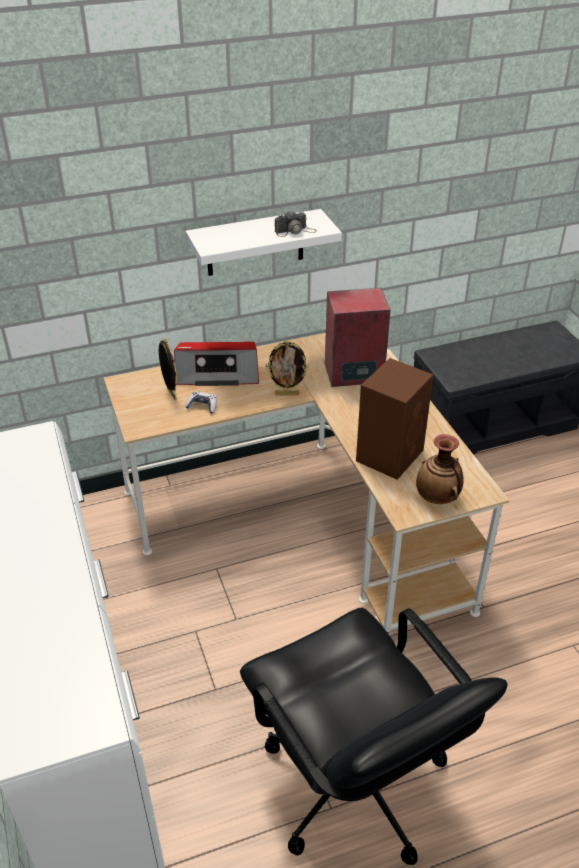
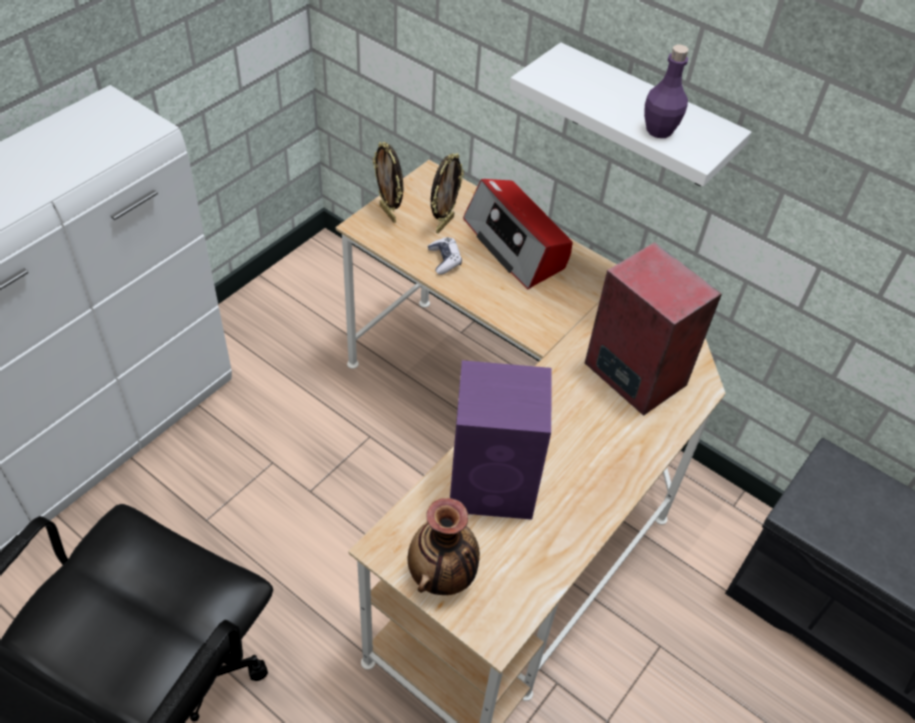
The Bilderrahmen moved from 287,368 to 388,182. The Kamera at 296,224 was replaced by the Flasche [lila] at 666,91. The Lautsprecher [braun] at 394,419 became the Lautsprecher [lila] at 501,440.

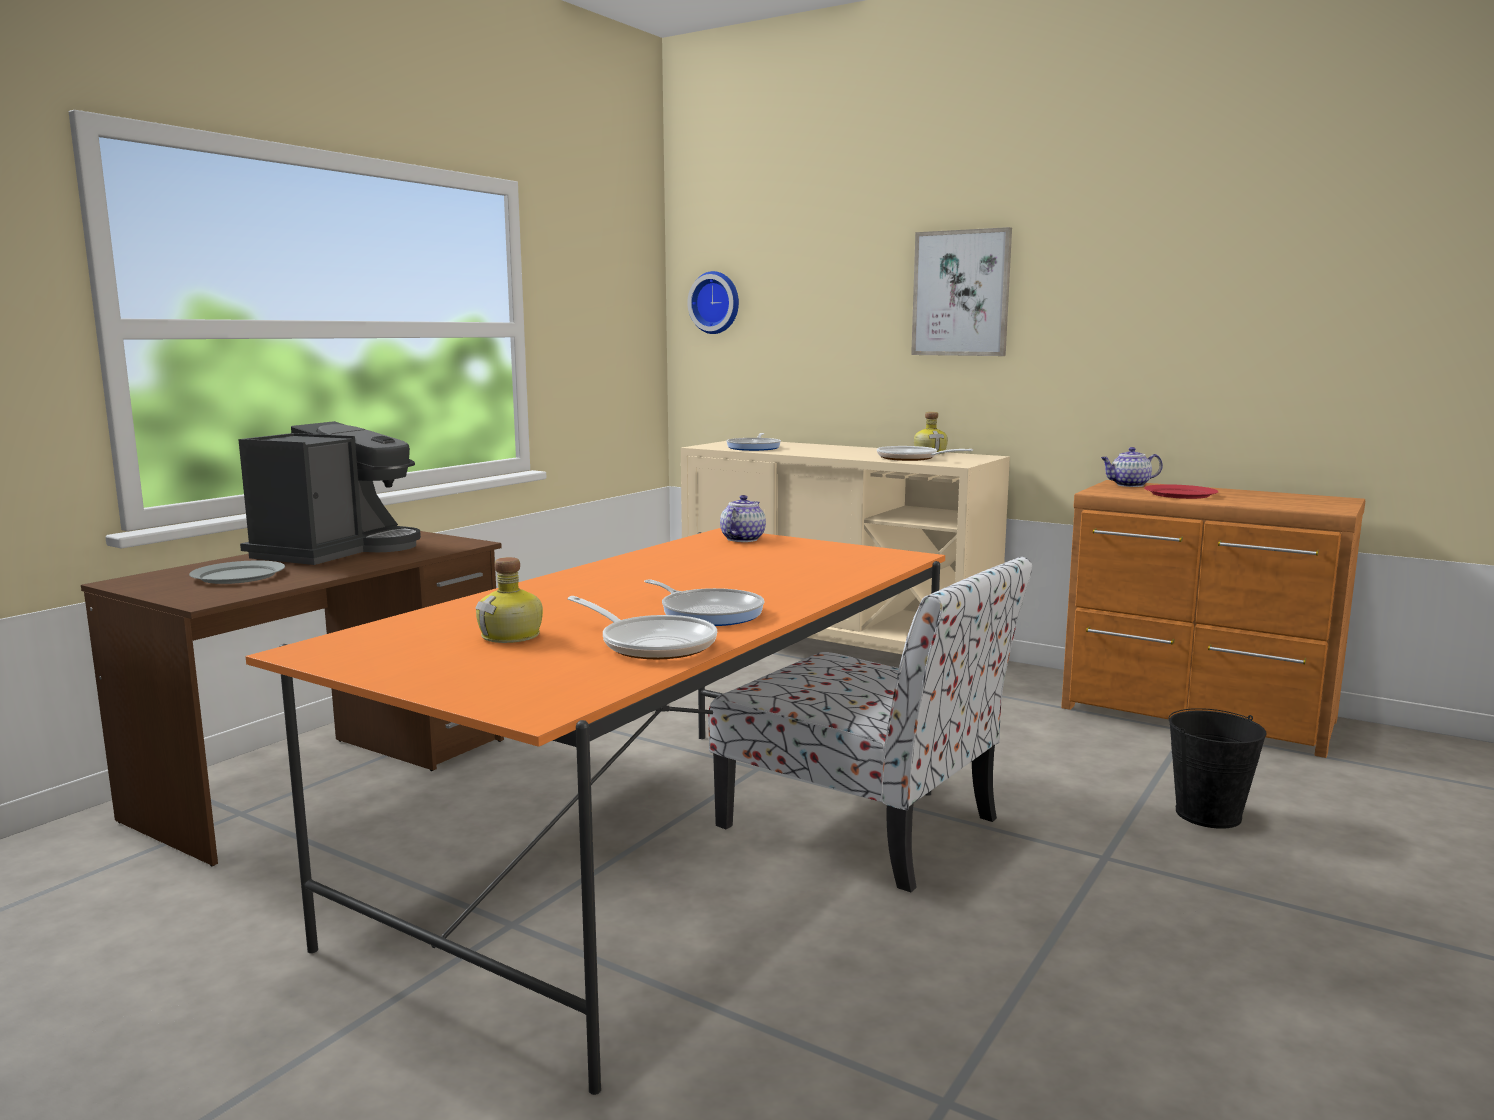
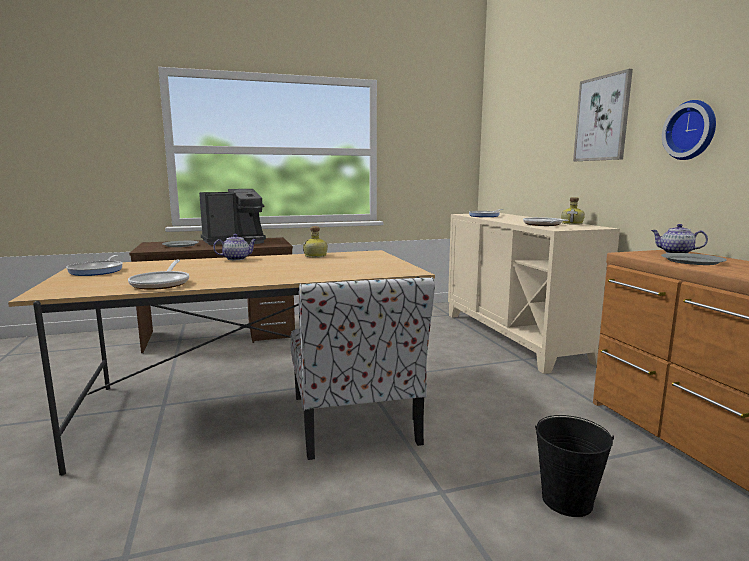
The Flasche moved from 509,600 to 315,241. The Pfanne moved from 704,602 to 94,265. The Wanduhr moved from 713,302 to 689,130. The Teekanne moved from 743,518 to 235,247. The Esstisch [orange] at 595,811 became the Esstisch [beige] at 221,363. The Teller [rot] at 1181,491 became the Teller [grau] at 694,259.

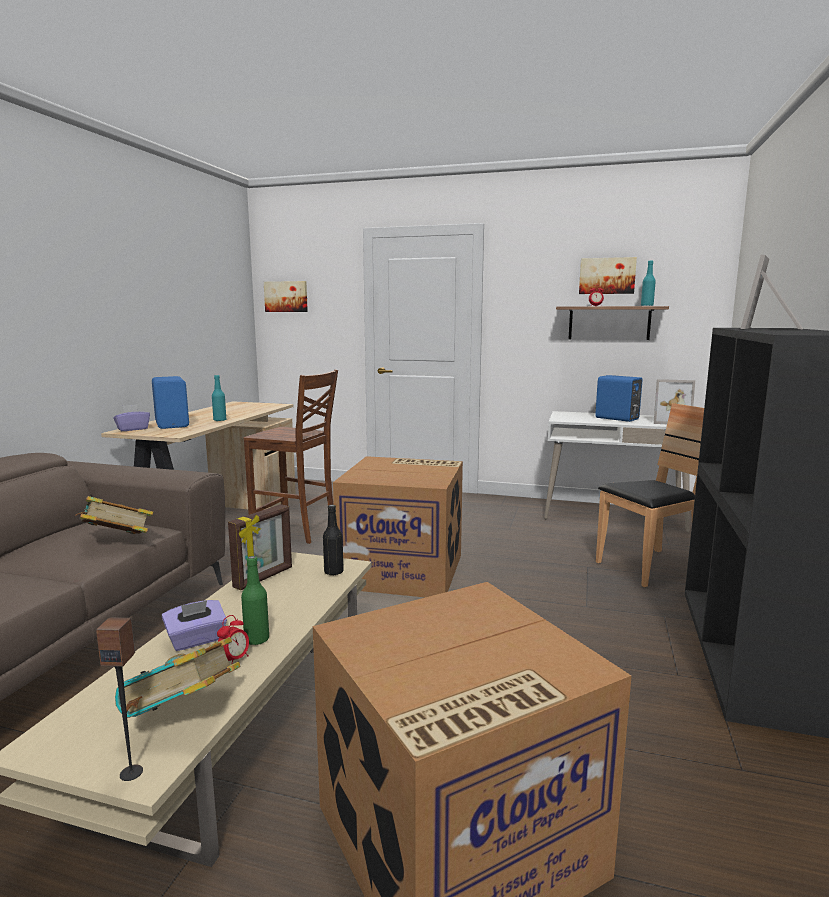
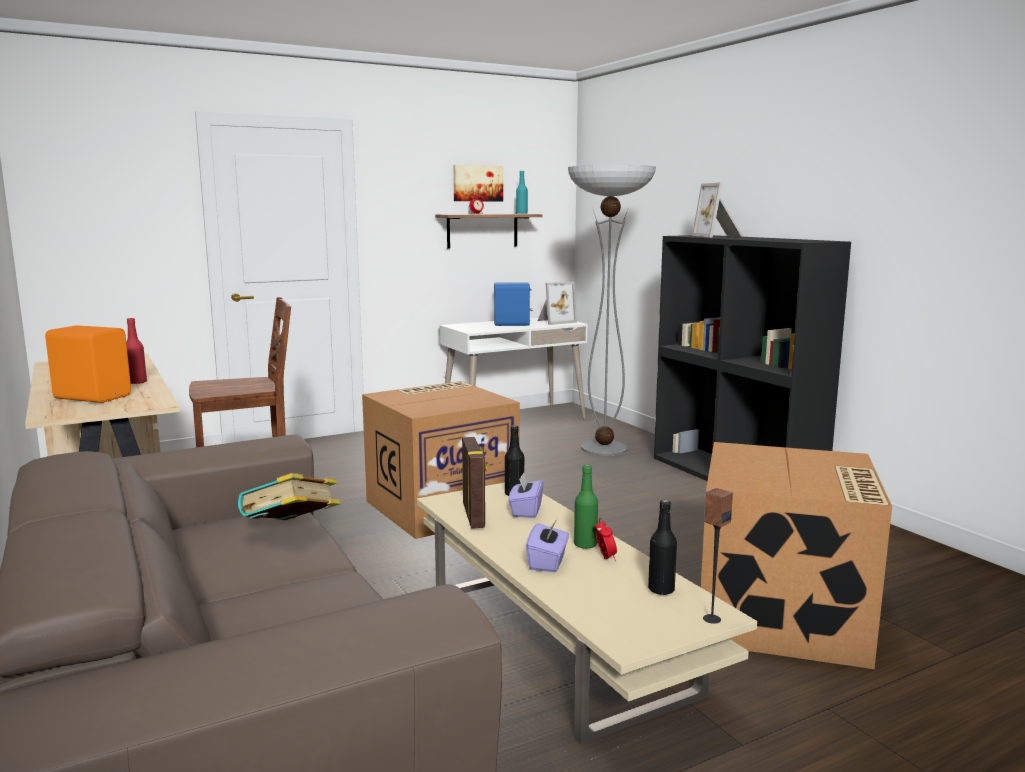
The Bild at 286,296 disappeared. The Taschentuchbox [lila] moved from 131,417 to 526,495. The Buch at 177,677 was replaced by the Flasche [schwarz] at 662,547. The Stuhl [braun] at 650,495 was replaced by the Stehlampe at 612,310. The Lautsprecher [blau] at 170,402 became the Lautsprecher [orange] at 88,364. The Flasche [türkis] at 219,398 became the Flasche [rot] at 136,351.

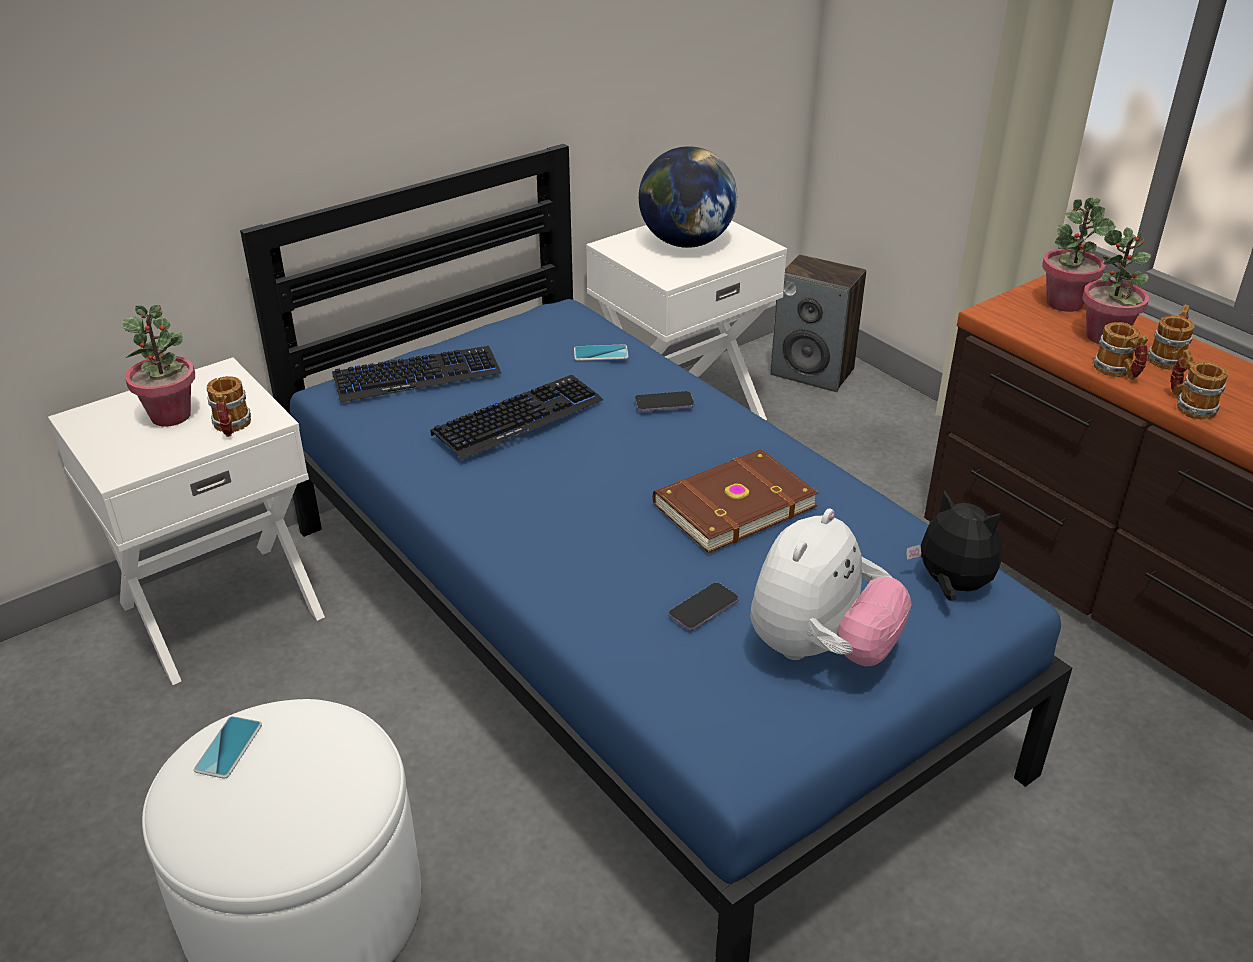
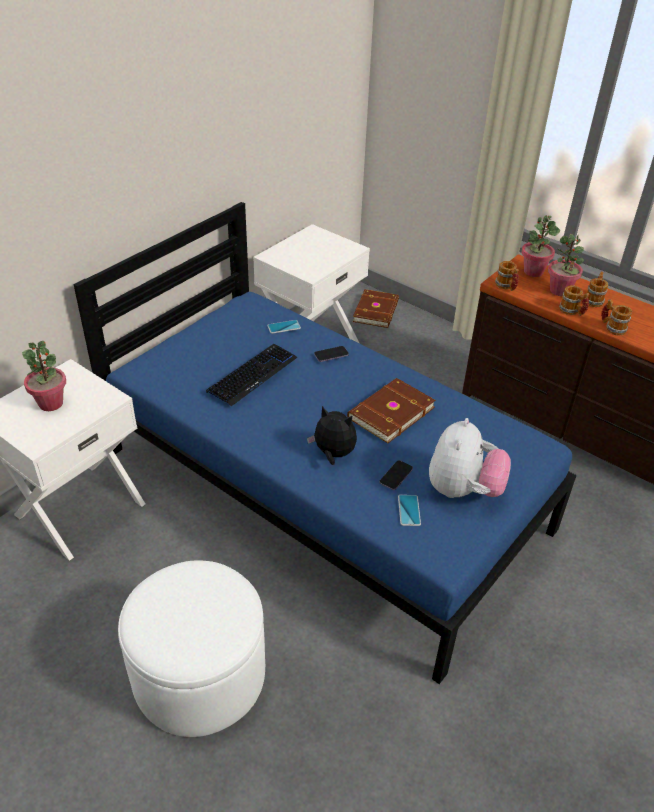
The Tastatur at 417,374 disappeared. The Globus at 688,197 disappeared. The Handy moved from 228,747 to 409,510. The Henkelbecher moved from 229,406 to 507,276. The Plüschtier moved from 954,545 to 332,435. The Lautsprecher at 818,323 was replaced by the Buch [braun] at 376,308.

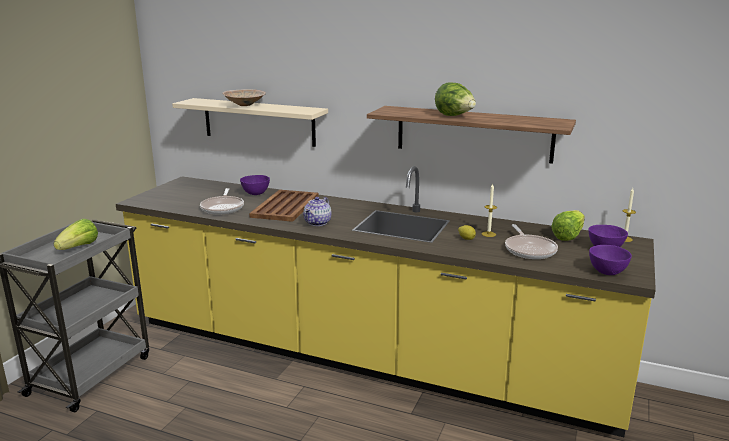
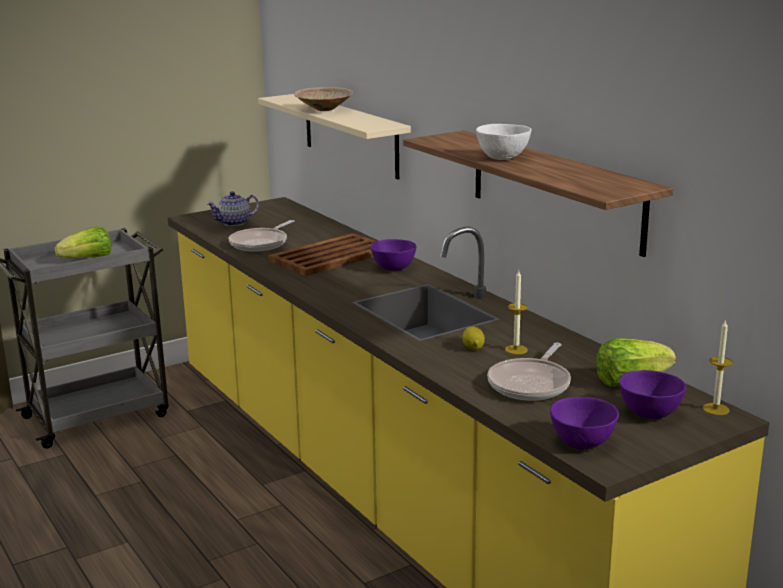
The Schüssel [lila] moved from 255,185 to 394,255. The Teekanne moved from 317,211 to 233,208. The Salatkopf at 455,99 was replaced by the Schüssel [weiß] at 503,142.

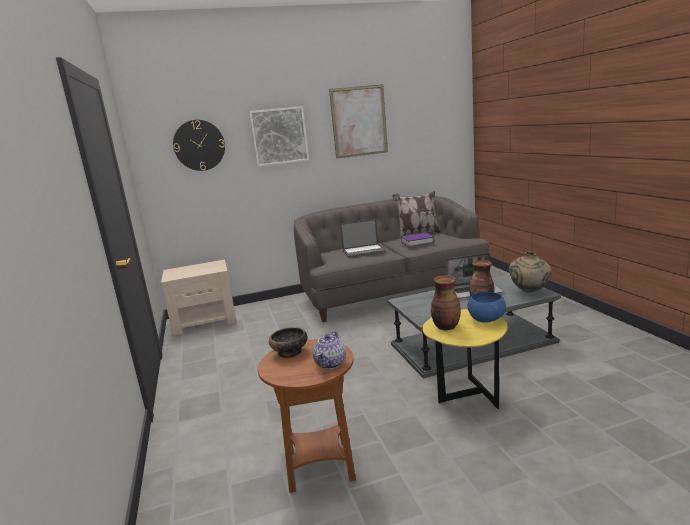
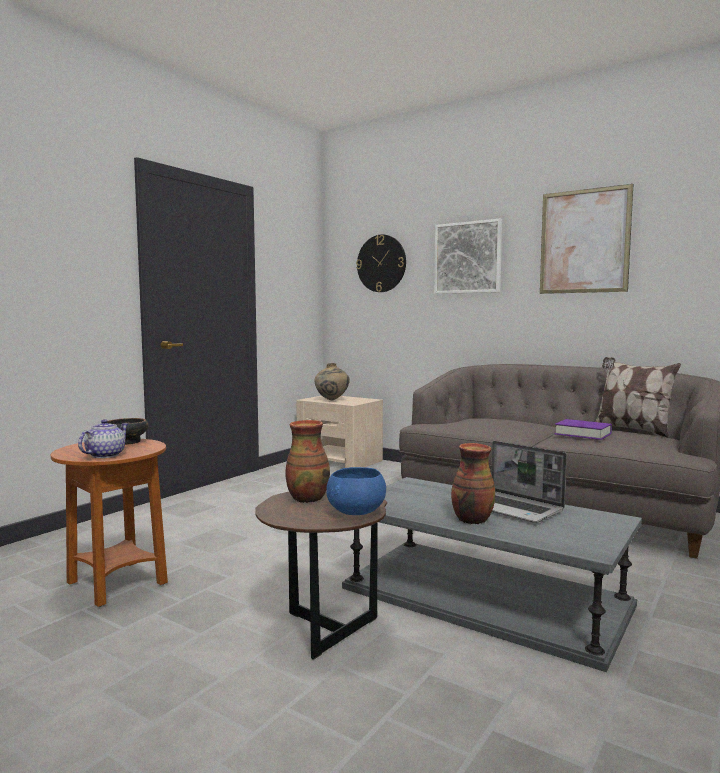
The Laptop at 363,238 disappeared. The Vase [beige] moved from 530,272 to 332,382. The Beistelltisch [gelb] at 465,359 became the Beistelltisch [braun] at 321,575. The Teekanne at 329,350 turned 135 degrees clockwise.

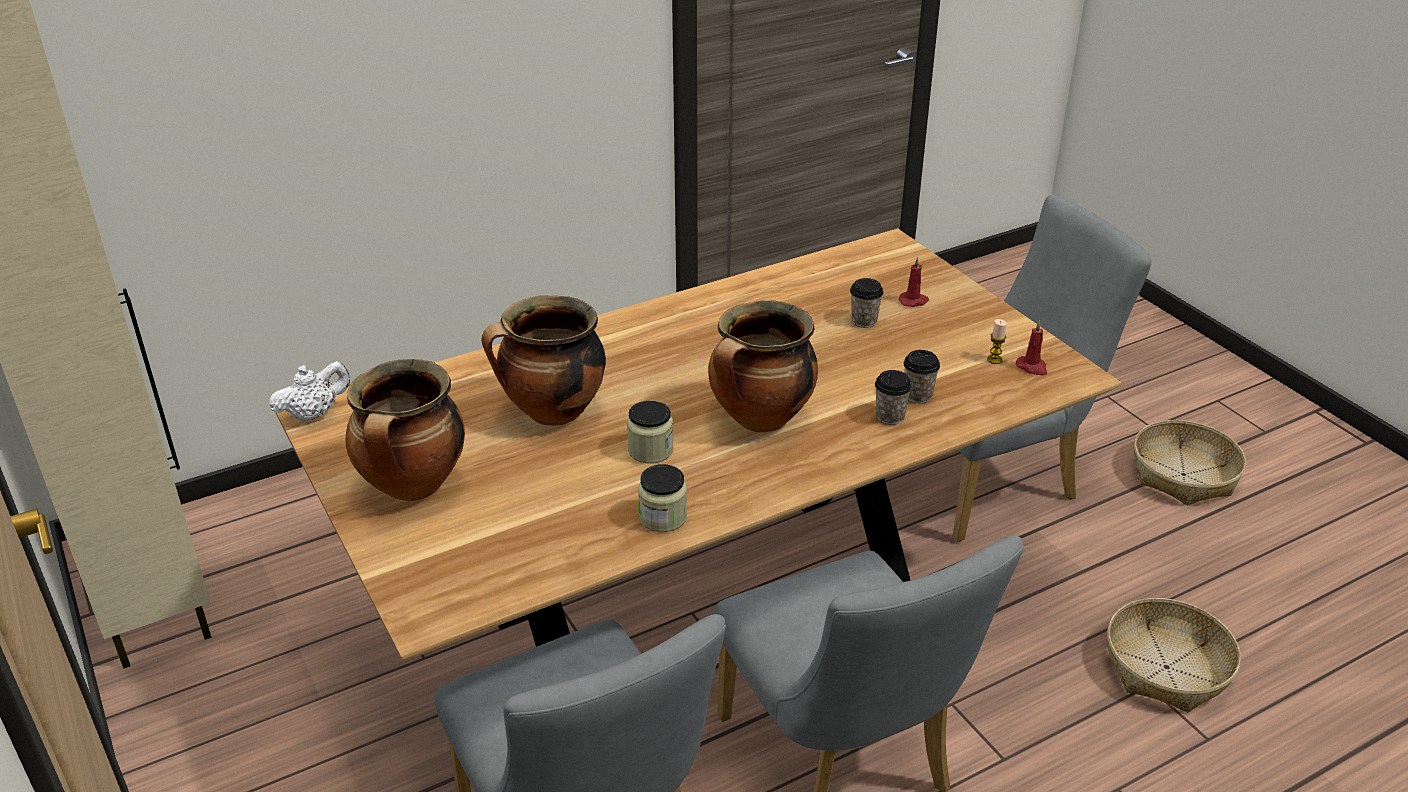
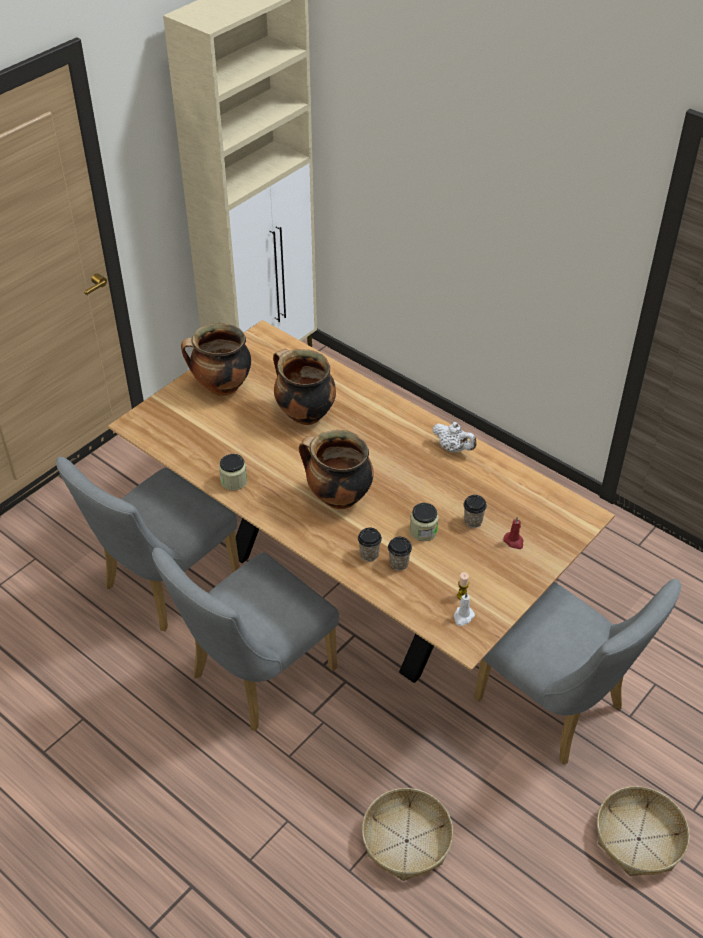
The Teekanne [weiß] moved from 309,391 to 454,437. The Vorratsglas moved from 650,432 to 424,522. The Kerze [rot] at 1031,347 became the Kerze [weiß] at 464,609.

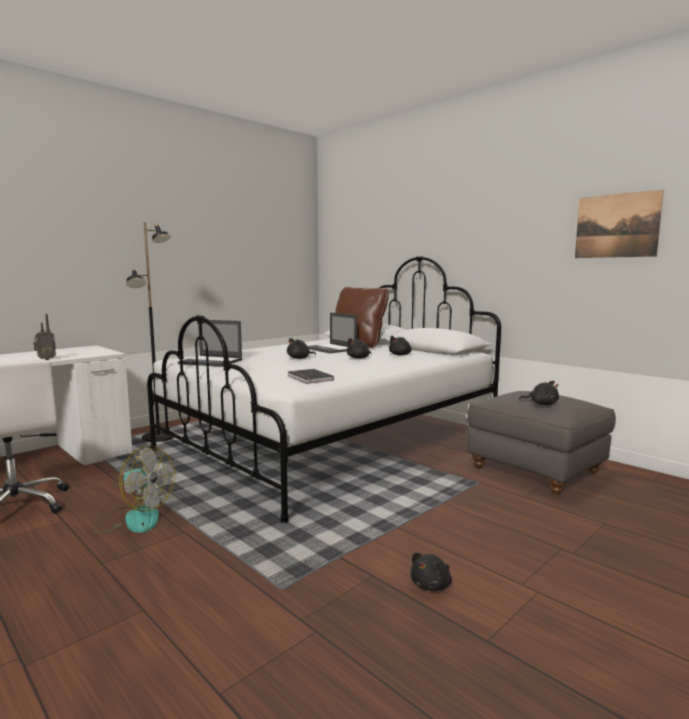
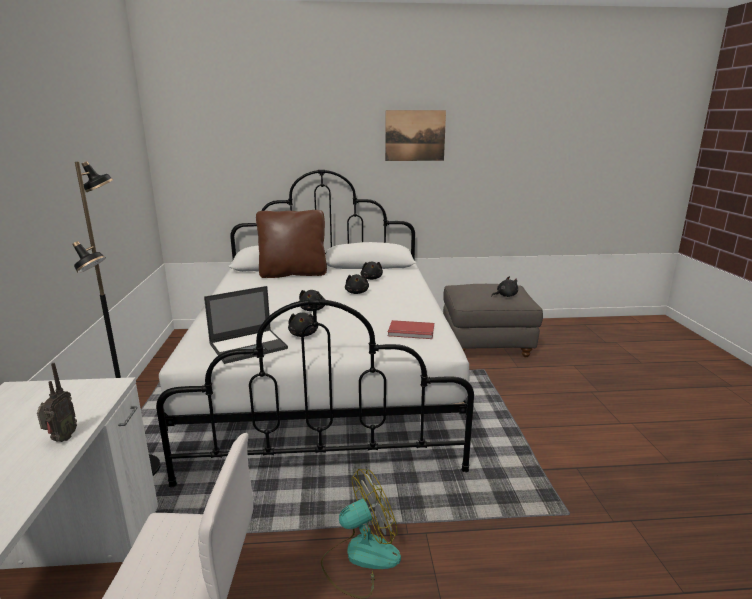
The Laptop at 332,333 disappeared. The Plüschtier [schwarz] moved from 431,571 to 303,324. The Bild moved from 619,224 to 415,135. The Buch [schwarz] at 311,376 became the Buch [rot] at 411,329.

